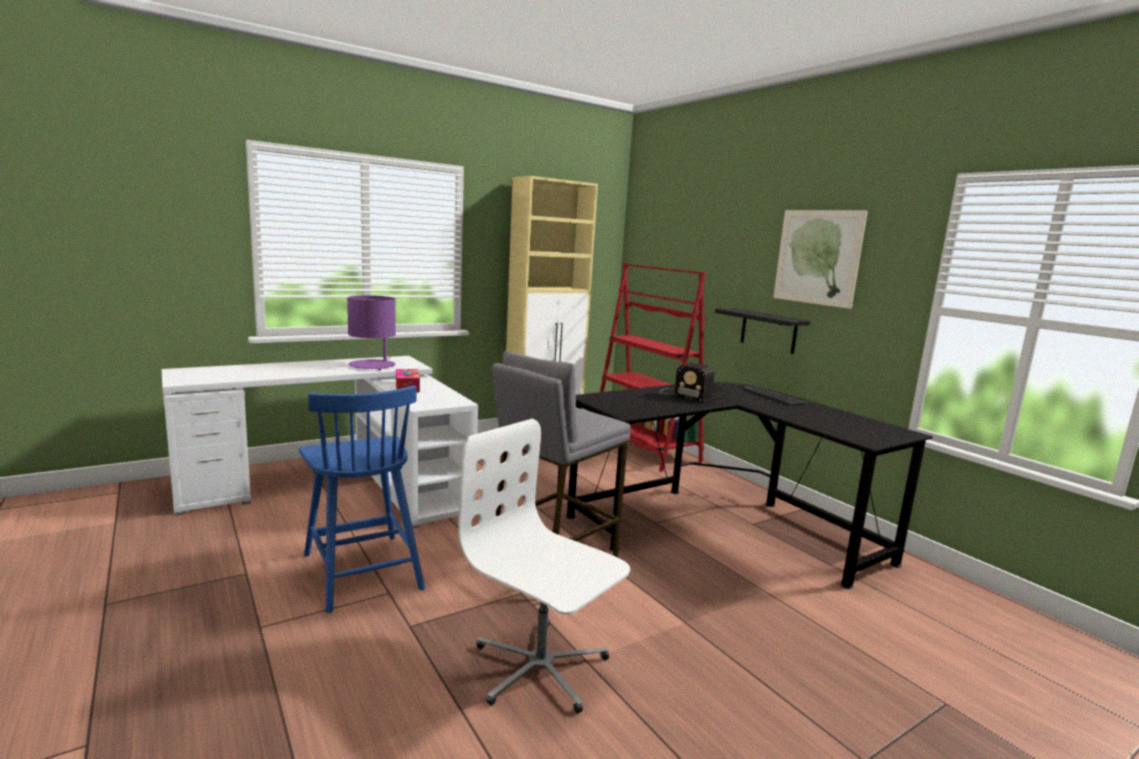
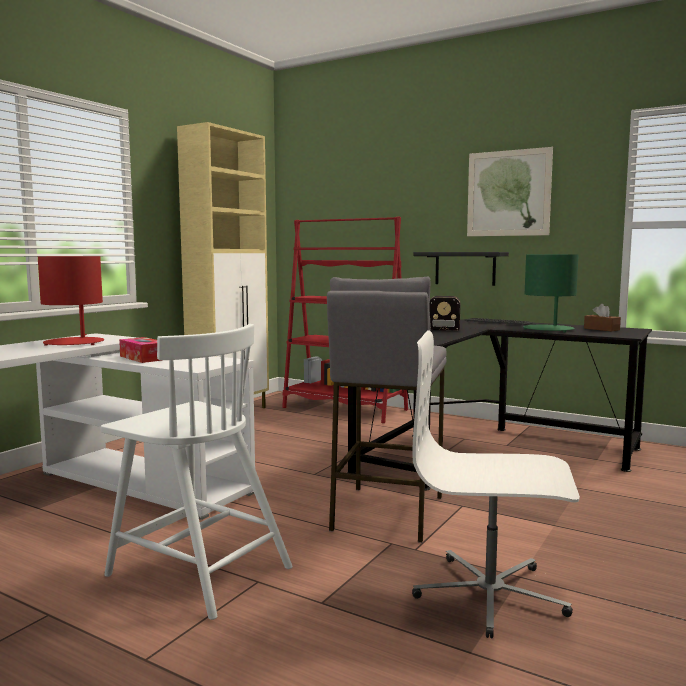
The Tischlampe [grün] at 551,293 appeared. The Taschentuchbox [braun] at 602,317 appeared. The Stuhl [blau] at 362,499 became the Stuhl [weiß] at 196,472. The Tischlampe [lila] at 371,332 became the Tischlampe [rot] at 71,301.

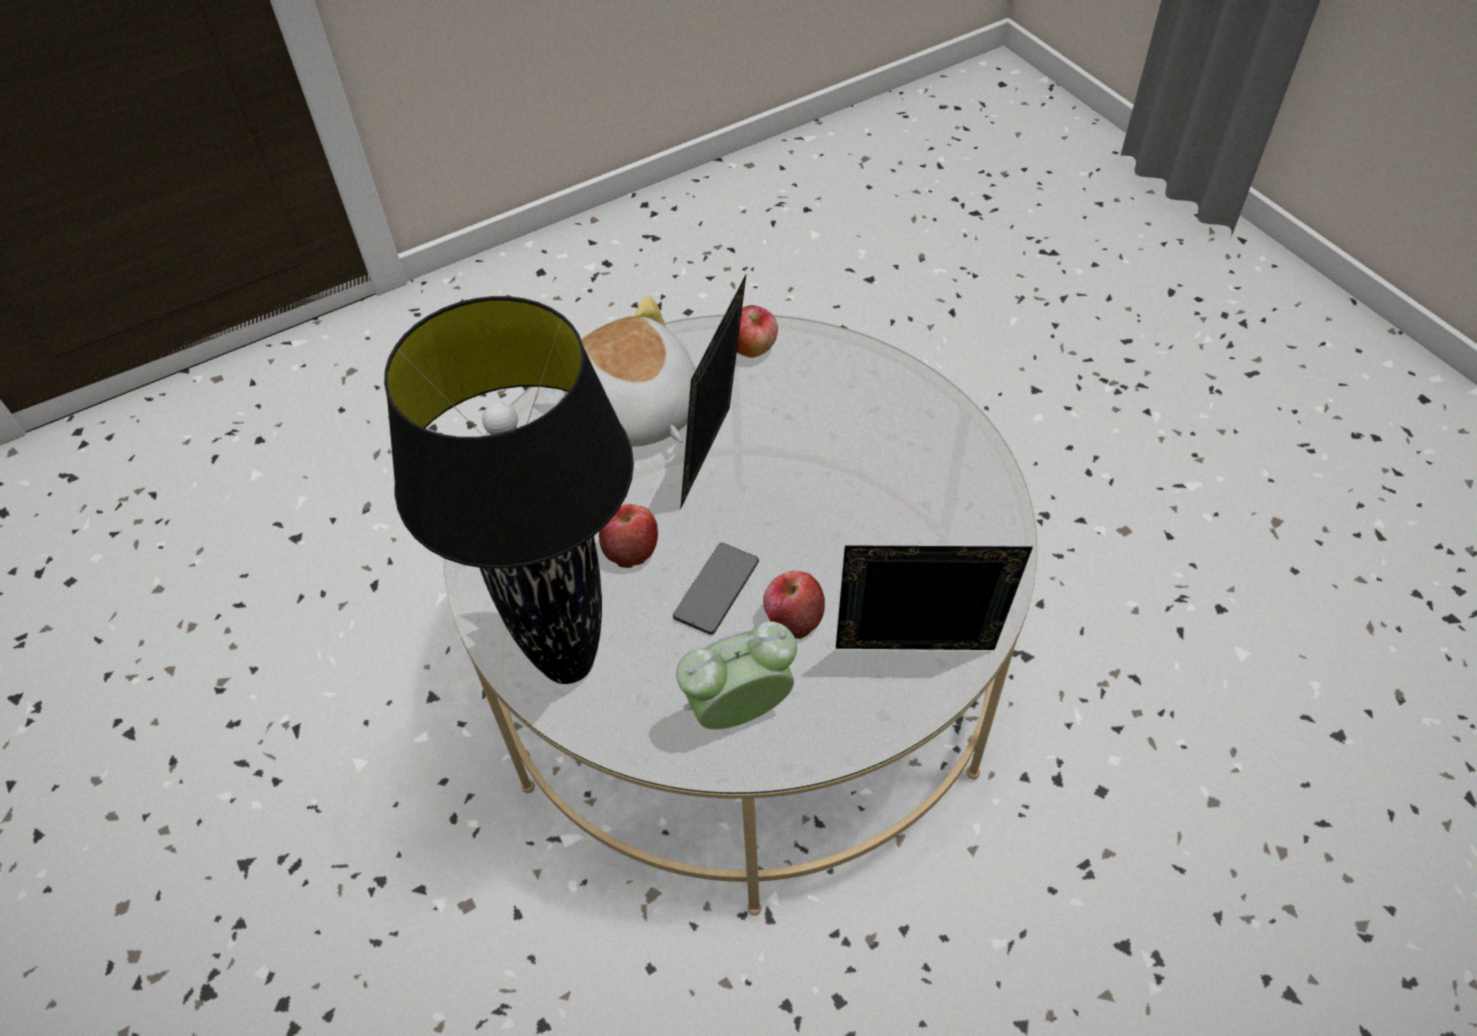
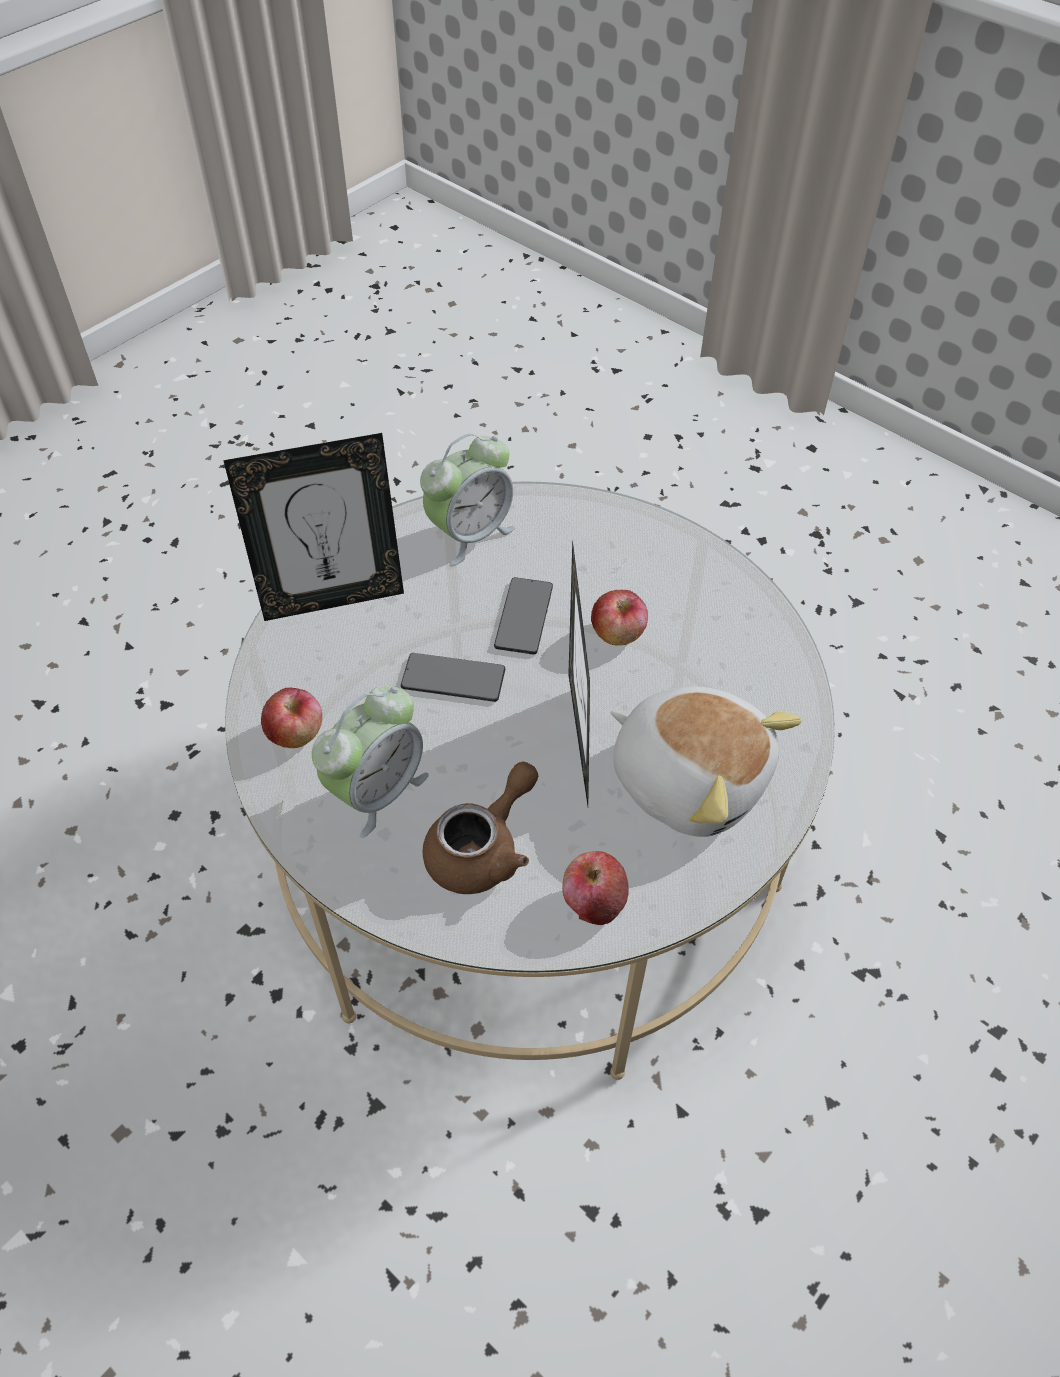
The Tischlampe [schwarz] at 509,490 disappeared. The Wecker at 370,761 appeared. The Handy at 453,677 appeared. The Teekanne [braun] at 480,828 appeared. The Apfel moved from 794,605 to 291,718.

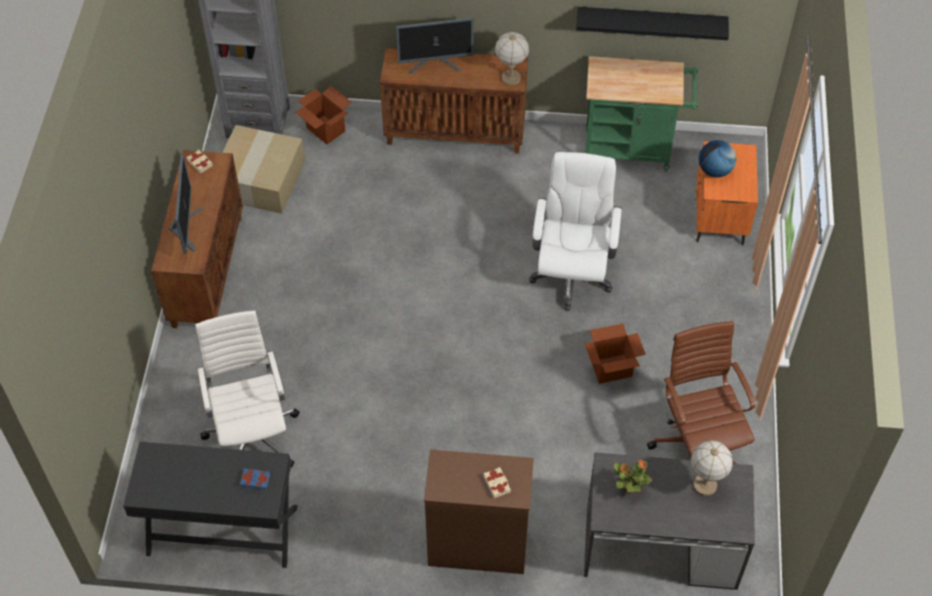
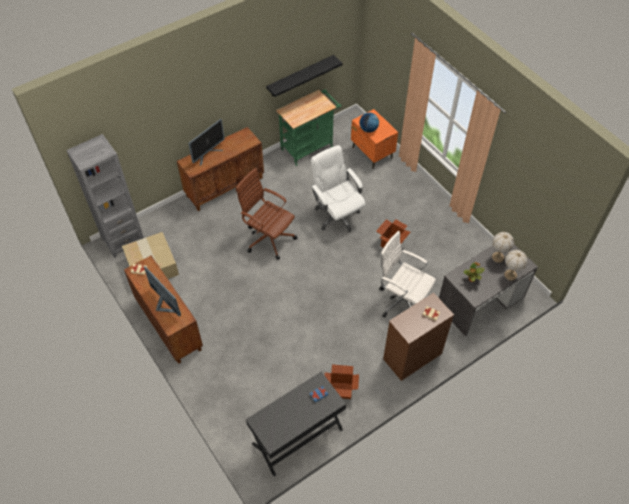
The Bürostuhl [weiß] moved from 247,389 to 408,274. The Karton moved from 323,115 to 342,381. The Tischlampe moved from 512,59 to 516,265. The Bürostuhl [braun] moved from 701,392 to 267,214.

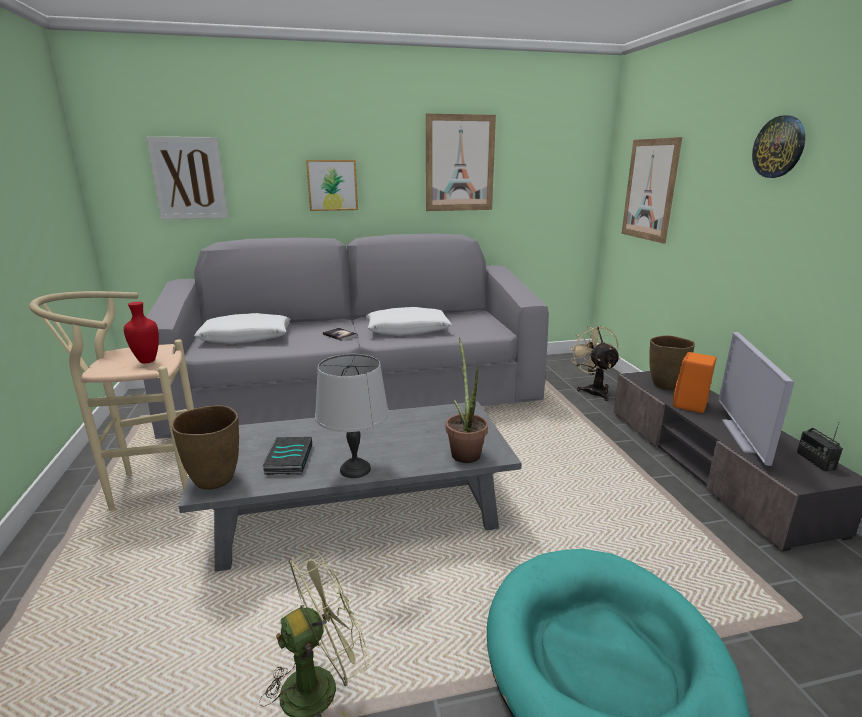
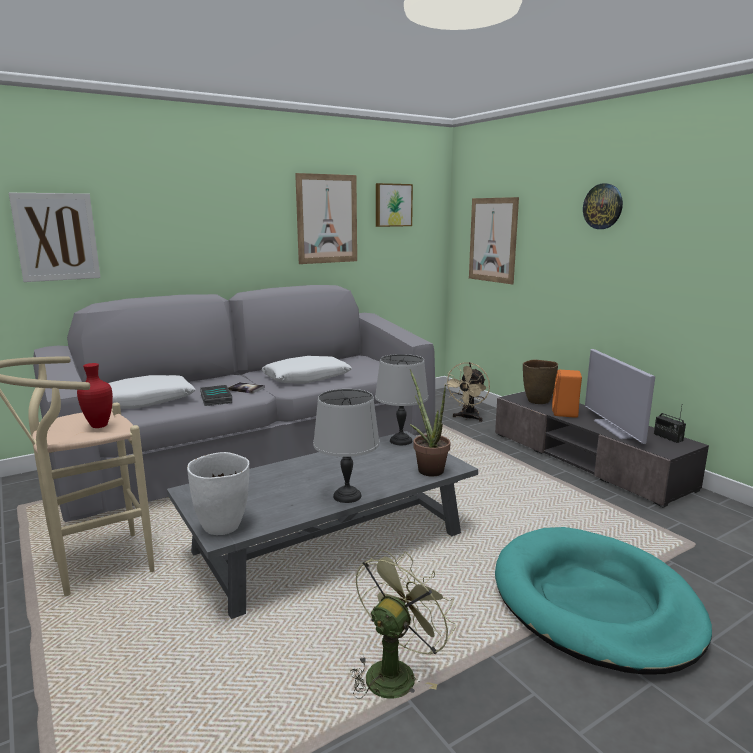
The Tischlampe [grau] at 401,399 appeared. The Buch moved from 287,456 to 216,395. The Bild moved from 332,185 to 394,205. The Vase [braun] at 205,447 became the Vase [weiß] at 218,493. The Ventilator [beige] at 594,363 turned 120 degrees counterclockwise.

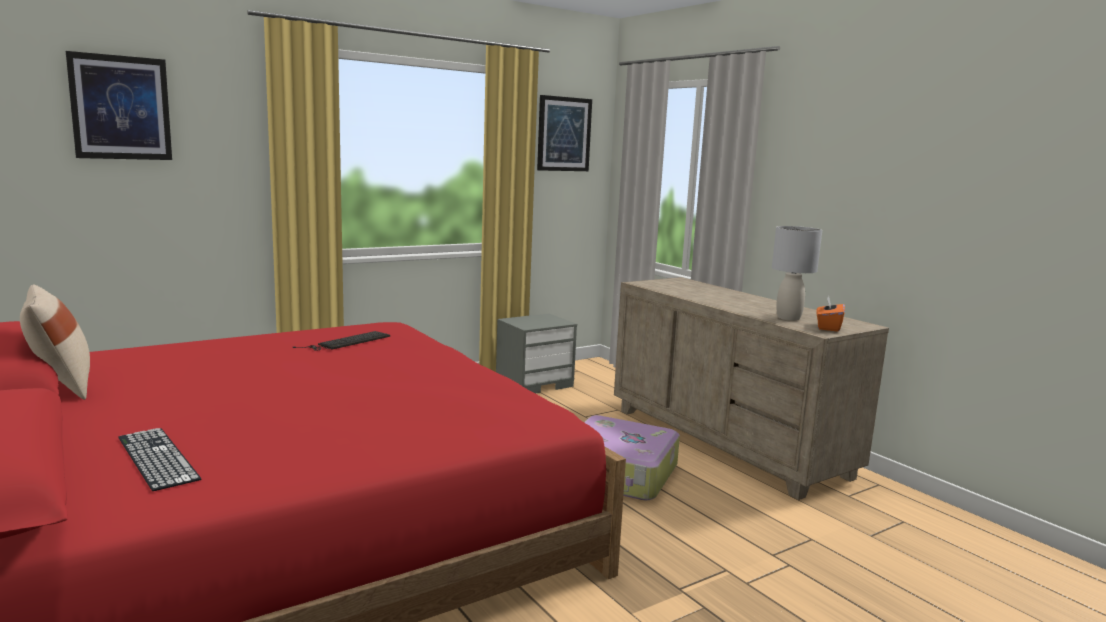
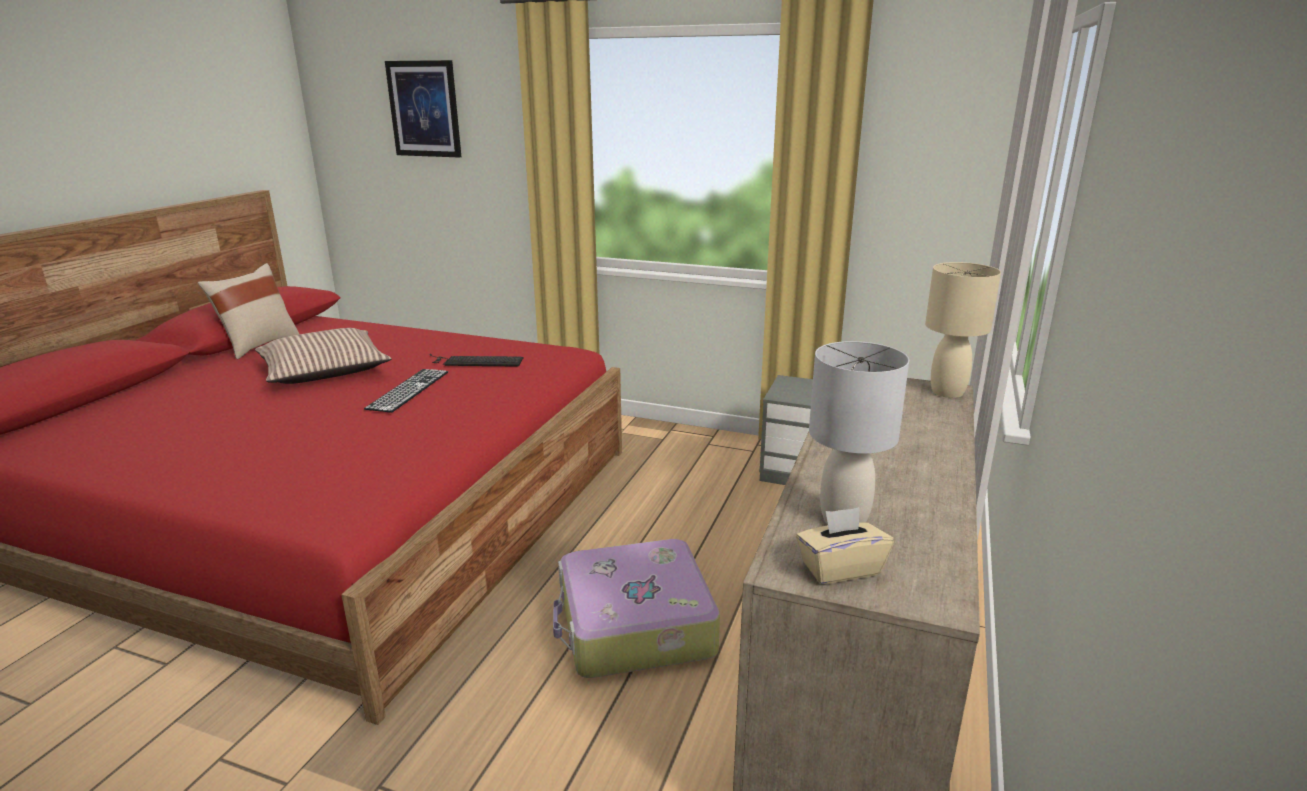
The Bild at 564,133 disappeared. The Kissen at 323,356 appeared. The Tischlampe [beige] at 963,330 appeared. The Tastatur moved from 159,459 to 406,391. The Taschentuchbox [orange] at 830,314 became the Taschentuchbox [beige] at 845,545.

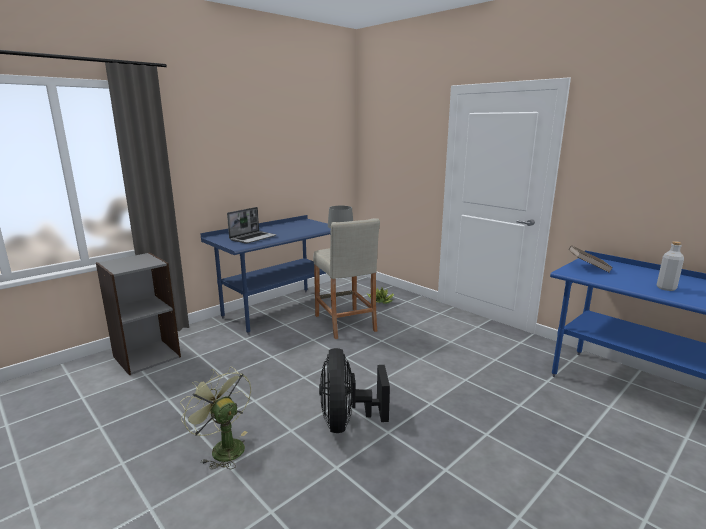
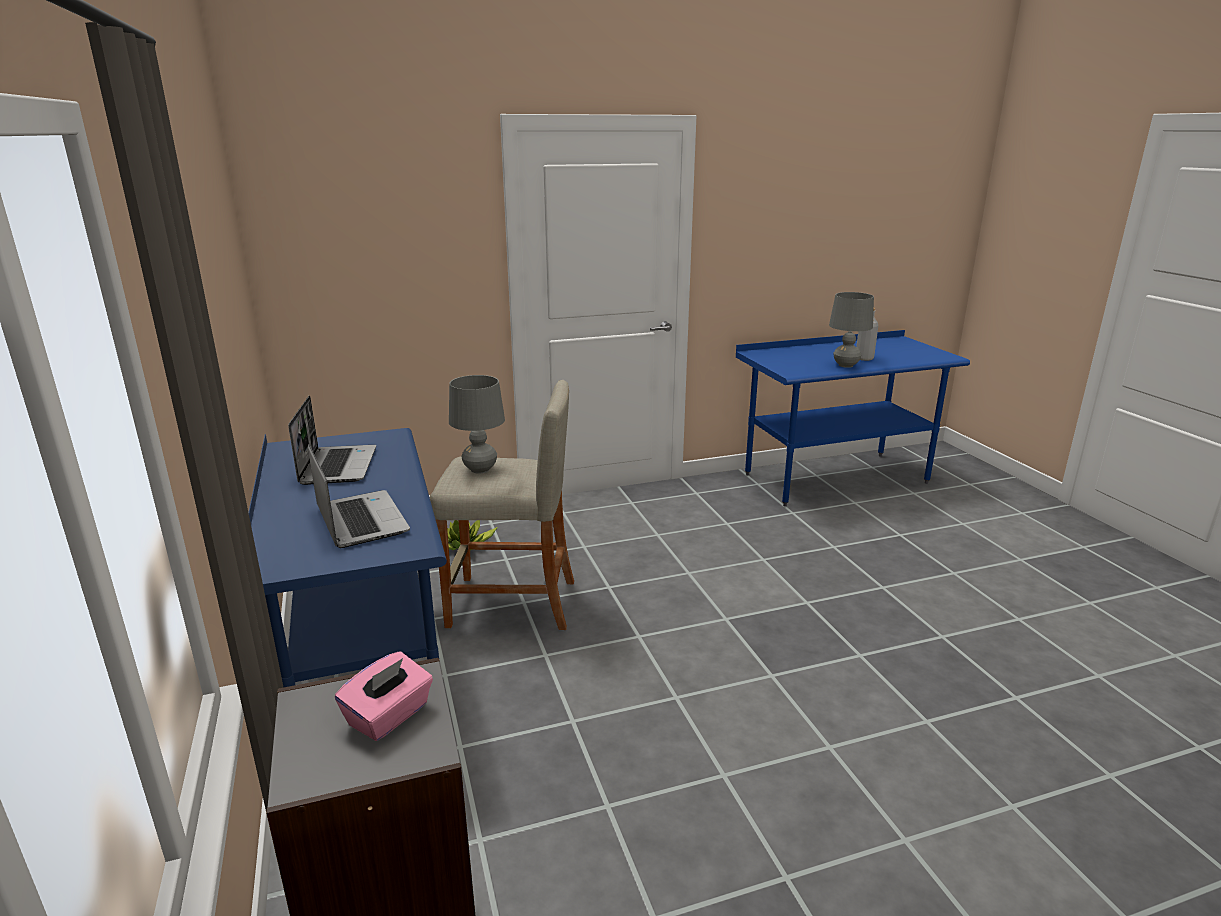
The Ventilator [grün] at 215,418 disappeared. The Ventilator [schwarz] at 354,390 disappeared. The Buch [braun] at 591,259 disappeared. The Laptop at 332,440 appeared. The Taschentuchbox [rosa] at 384,696 appeared. The Tischlampe [grau] at 851,330 appeared.

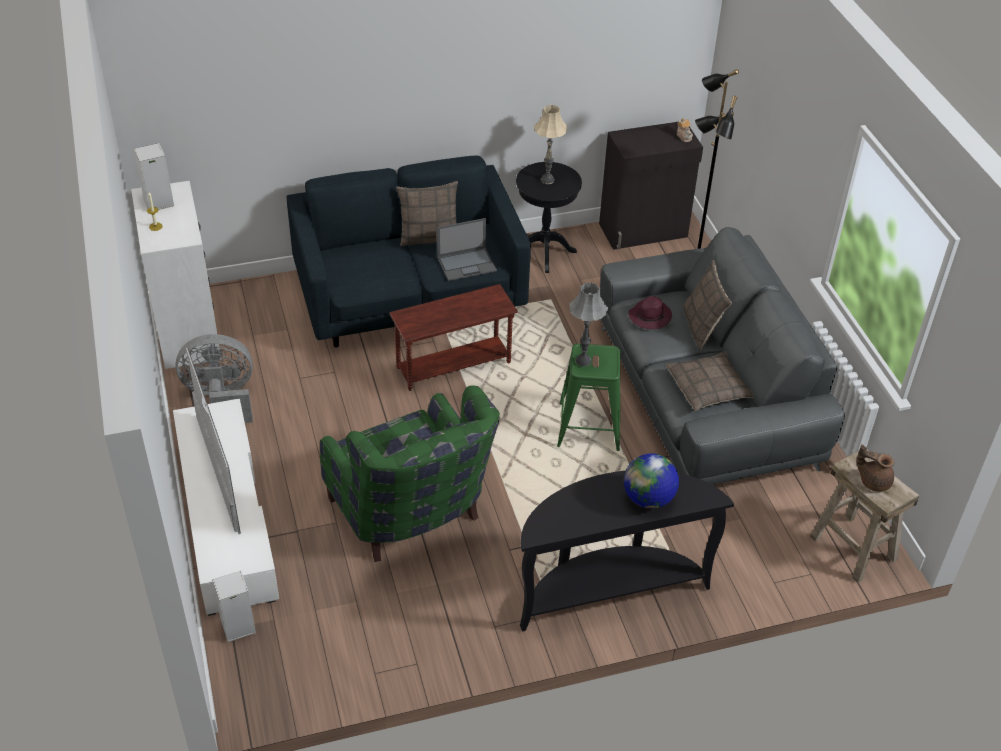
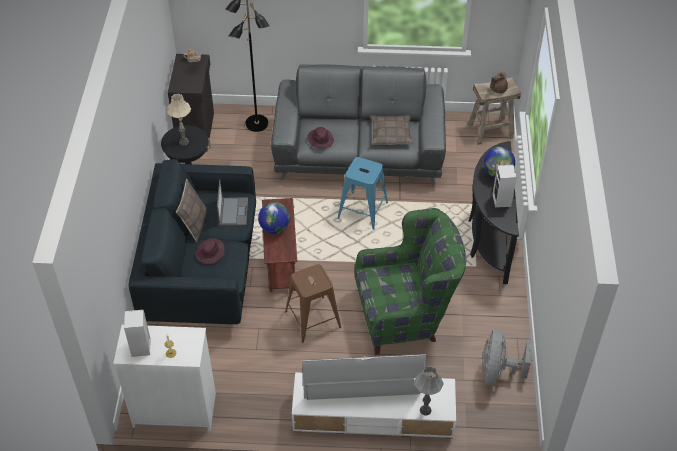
The Kissen at 707,305 disappeared. The Hut [lila] at 210,251 appeared. The Globus at 274,218 appeared. The Hocker [braun] at 313,303 appeared. The Ventilator [grau] moved from 214,378 to 507,357. The Lautsprecher moved from 234,606 to 504,186. The Tischlampe [grau] moved from 588,324 to 429,391. The Hocker [grün] at 588,397 became the Hocker [blau] at 363,193.

